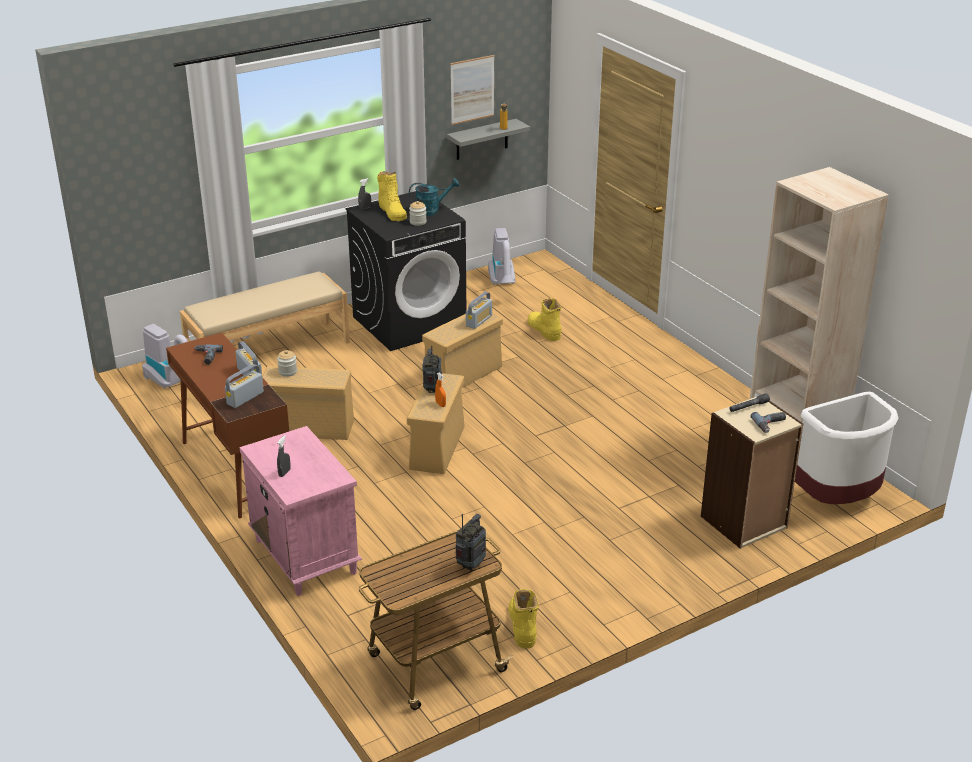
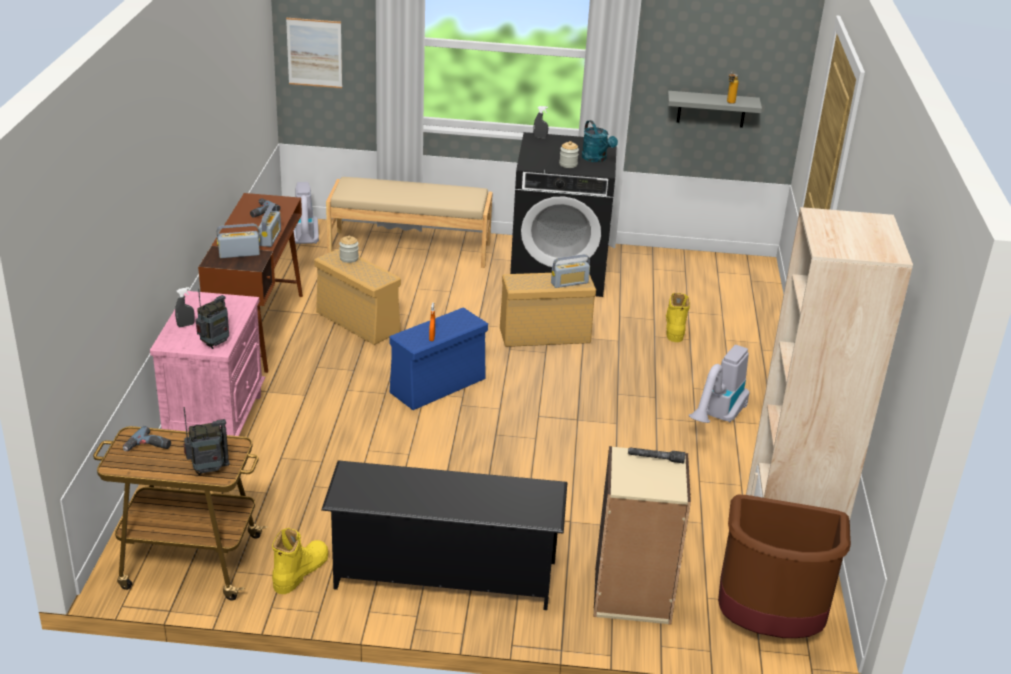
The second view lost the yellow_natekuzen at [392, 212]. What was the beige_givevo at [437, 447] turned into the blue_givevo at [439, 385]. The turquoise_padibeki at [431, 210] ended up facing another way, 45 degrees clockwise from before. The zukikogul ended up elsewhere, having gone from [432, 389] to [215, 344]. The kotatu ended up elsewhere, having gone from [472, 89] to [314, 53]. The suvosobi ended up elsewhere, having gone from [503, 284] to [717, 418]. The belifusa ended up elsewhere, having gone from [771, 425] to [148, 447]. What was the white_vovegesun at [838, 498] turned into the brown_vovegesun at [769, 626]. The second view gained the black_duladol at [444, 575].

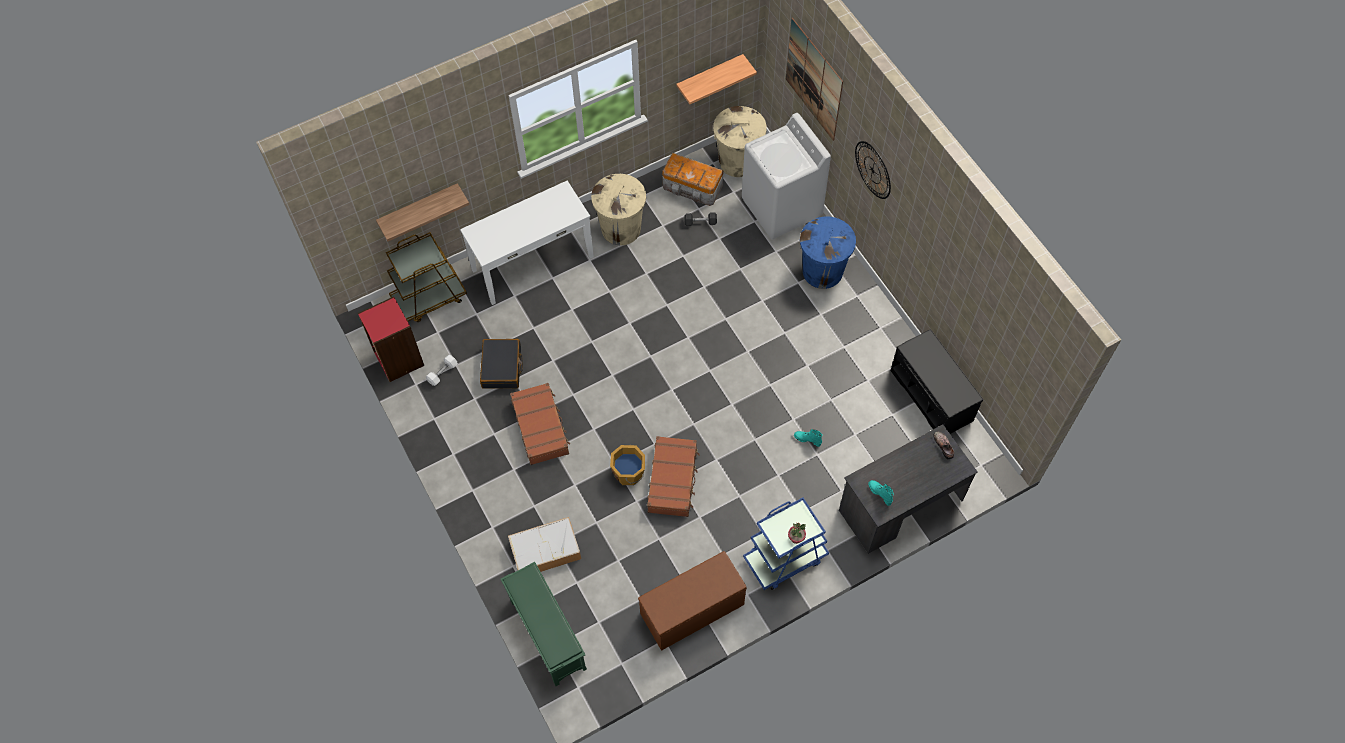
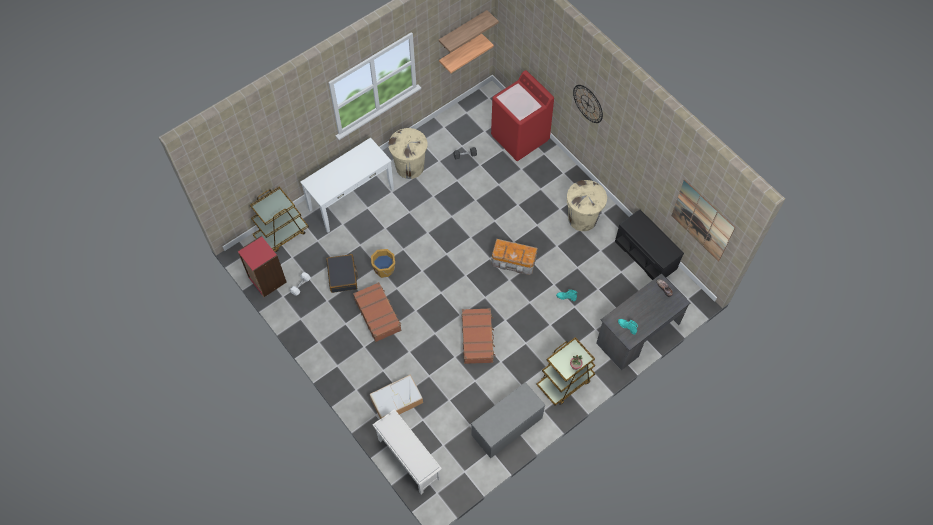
The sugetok ended up elsewhere, having gone from [418, 208] to [463, 30]. What was the green_duladol at [546, 634] turned into the white_duladol at [408, 459]. The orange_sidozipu ended up elsewhere, having gone from [629, 473] to [384, 269]. What was the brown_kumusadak at [692, 610] turned into the grey_kumusadak at [507, 427]. The givevo ended up elsewhere, having gone from [692, 187] to [514, 262]. The beige_vovegesun ended up elsewhere, having gone from [738, 161] to [582, 218]. What was the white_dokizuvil at [781, 208] turned into the red_dokizuvil at [520, 138]. What was the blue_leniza at [785, 558] turned into the brown_leniza at [565, 382]. The kotatu ended up elsewhere, having gone from [814, 79] to [702, 220]. The second view lost the blue_vovegesun at [823, 271].

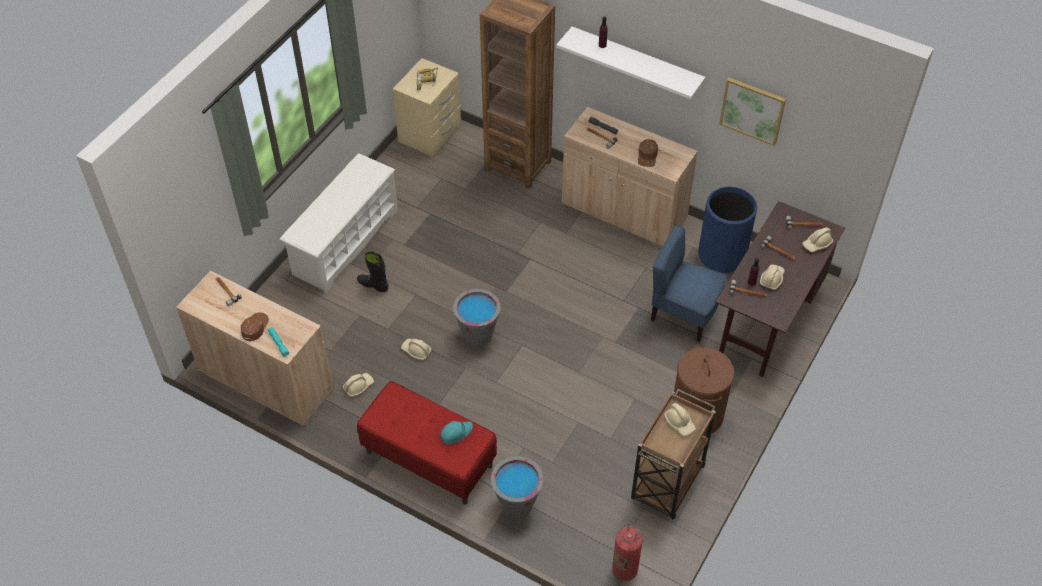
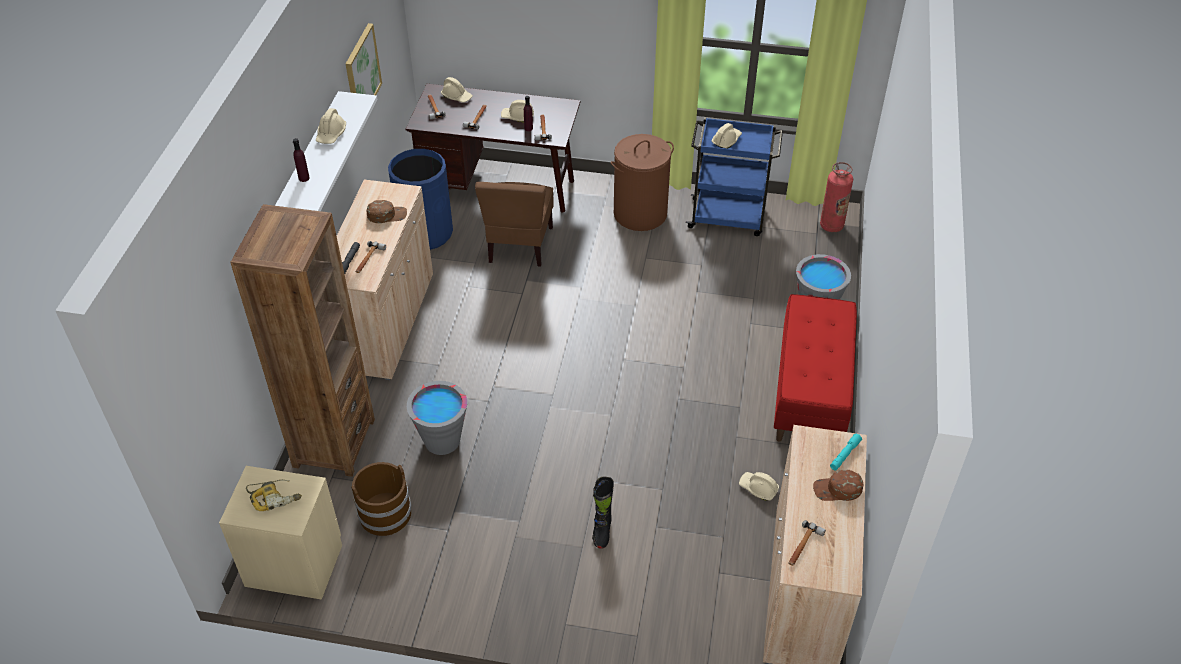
The second view lost the white_duladol at [345, 242]. The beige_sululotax ended up elsewhere, having gone from [416, 351] to [331, 134]. The second view lost the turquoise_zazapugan at [455, 433]. The grey_sidozipu ended up elsewhere, having gone from [478, 335] to [442, 440]. What was the brown_leniza at [667, 484] turned into the blue_leniza at [728, 217]. What was the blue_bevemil at [684, 313] turned into the brown_bevemil at [519, 245]. The second view gained the brown_sidozipu at [385, 513].

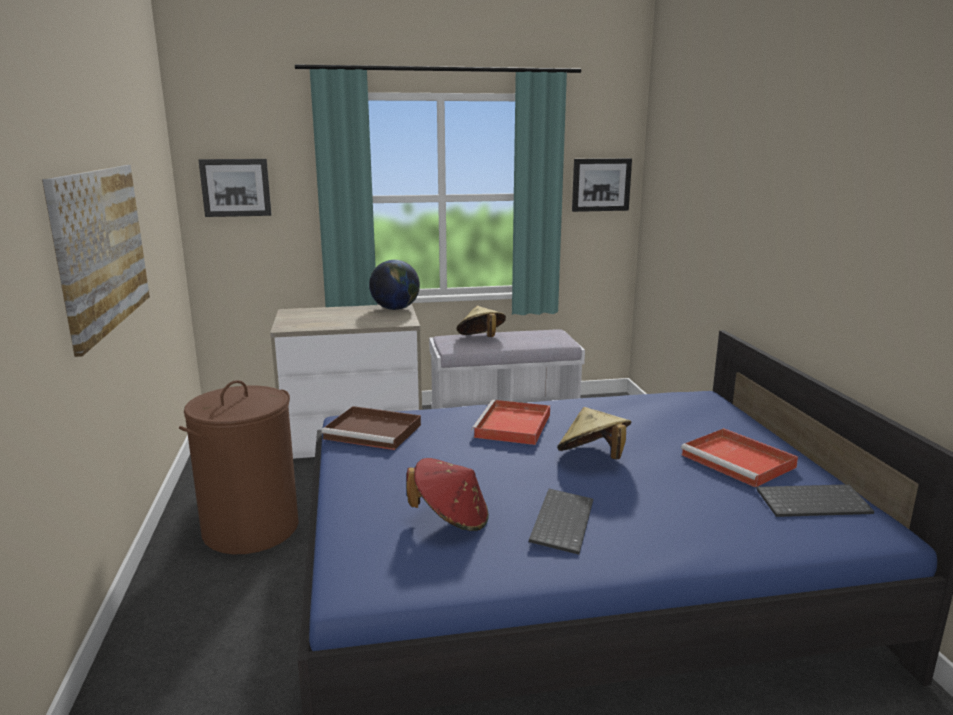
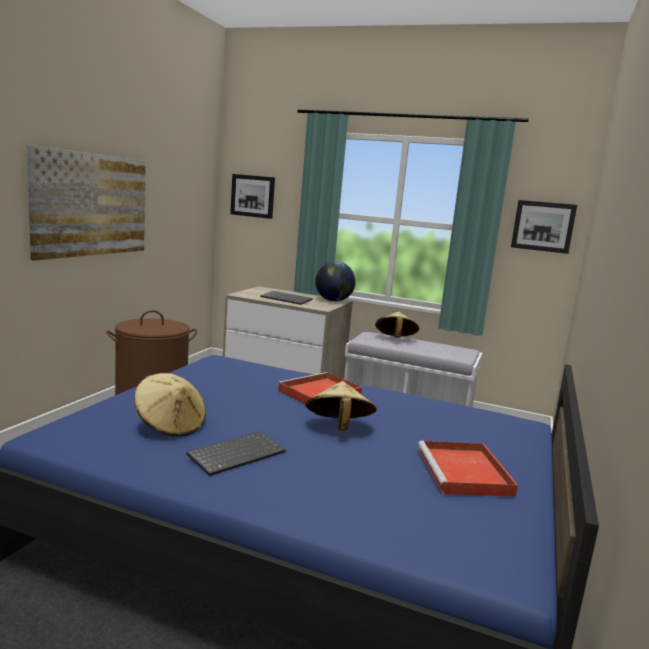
The second view lost the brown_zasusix at [375, 431]. What was the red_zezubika at [451, 519] turned into the beige_zezubika at [170, 426]. The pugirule ended up elsewhere, having gone from [813, 502] to [287, 299].

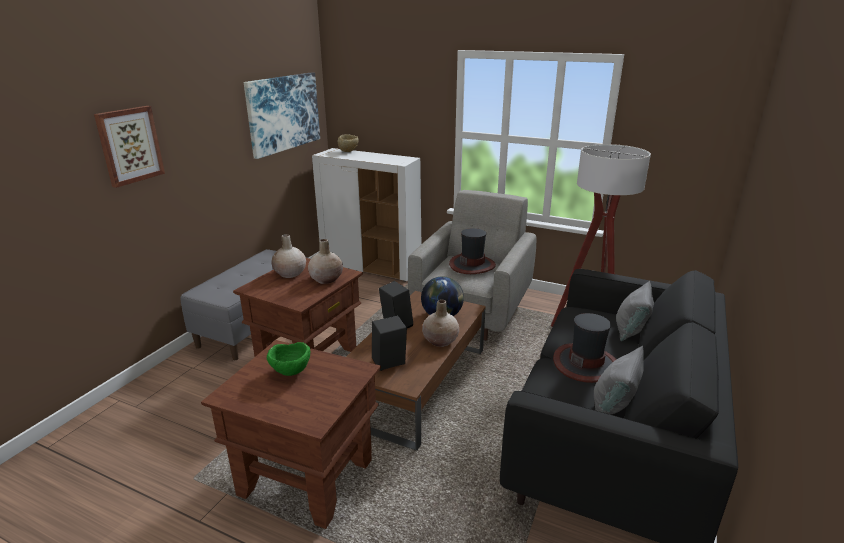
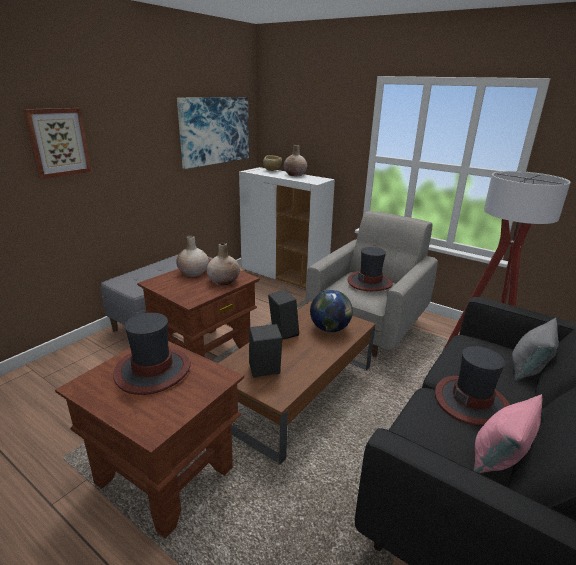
Where the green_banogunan stood at [291, 373], the zezubika came to stand at [152, 371]. The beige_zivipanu ended up elsewhere, having gone from [440, 341] to [295, 175]. What was the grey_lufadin at [614, 405] turned into the pink_lufadin at [499, 458].

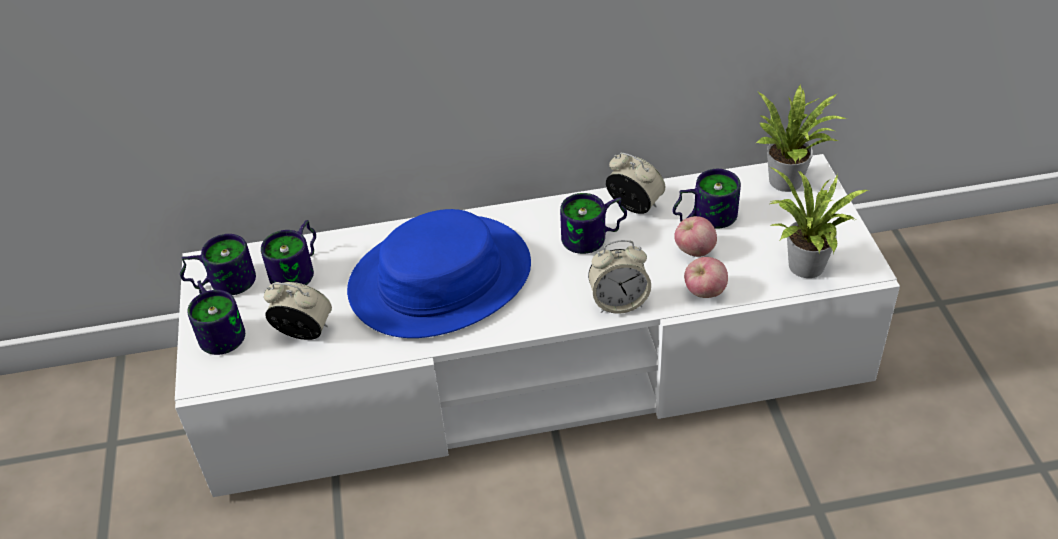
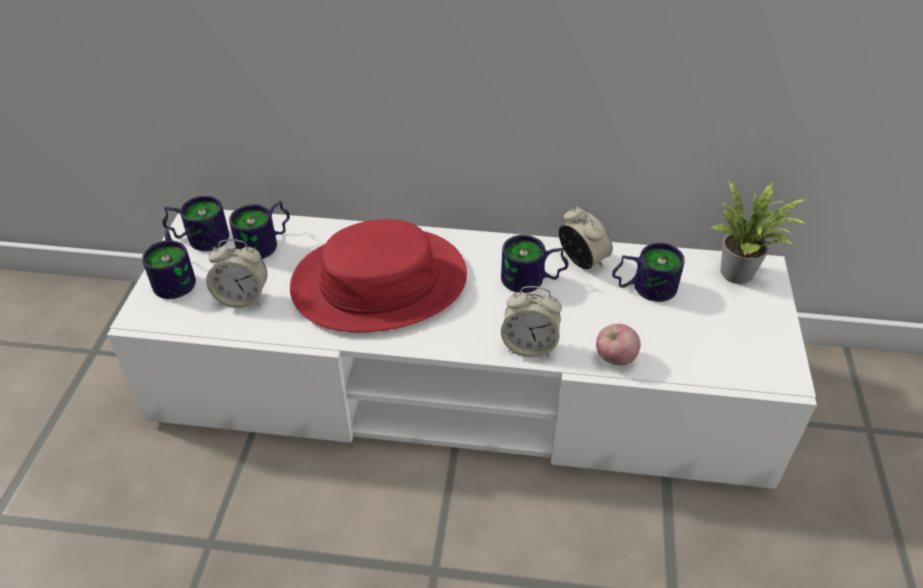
The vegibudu at [304, 332] ended up facing another way, 150 degrees clockwise from before. What was the blue_zezubika at [440, 278] turned into the red_zezubika at [379, 281]. The second view lost the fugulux at [694, 251]. The second view lost the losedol at [804, 269].

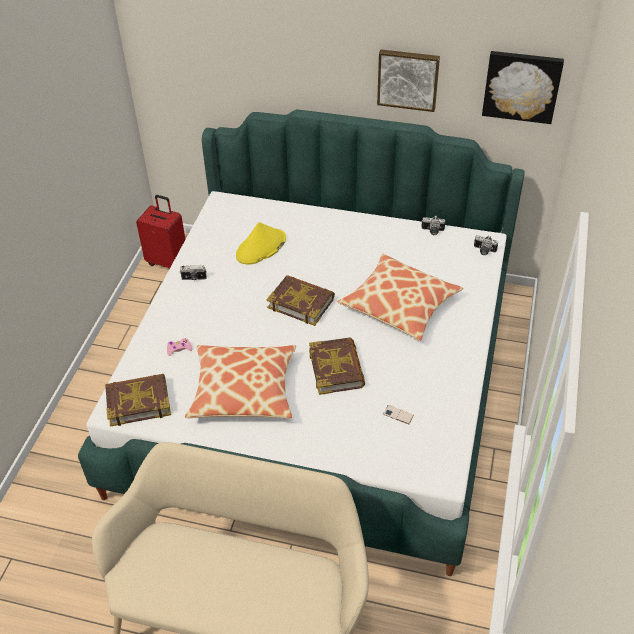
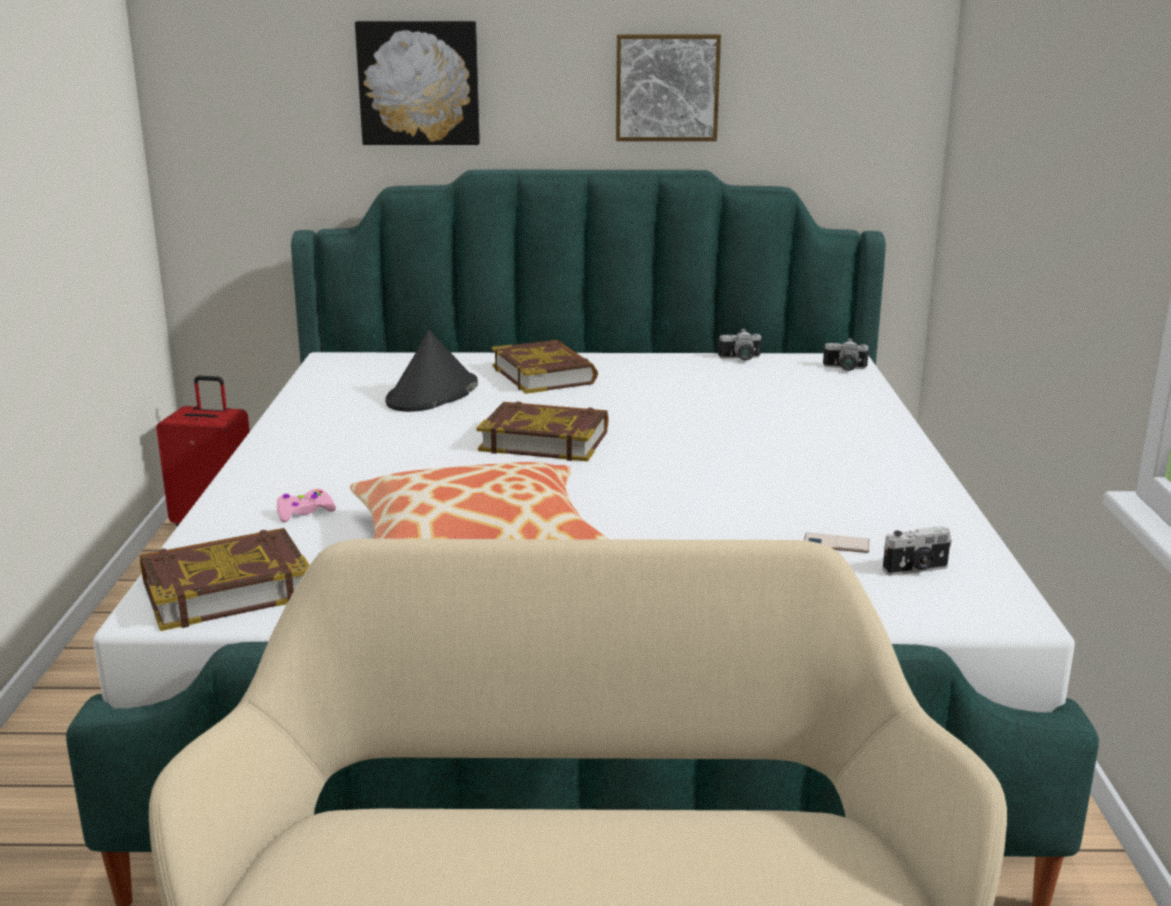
The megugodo ended up elsewhere, having gone from [194, 278] to [916, 570]. What was the yellow_zezubika at [261, 247] turned into the black_zezubika at [432, 394]. The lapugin ended up elsewhere, having gone from [336, 369] to [544, 375]. The second view lost the lufadin at [400, 305]. The kotatu ended up elsewhere, having gone from [522, 86] to [419, 83].

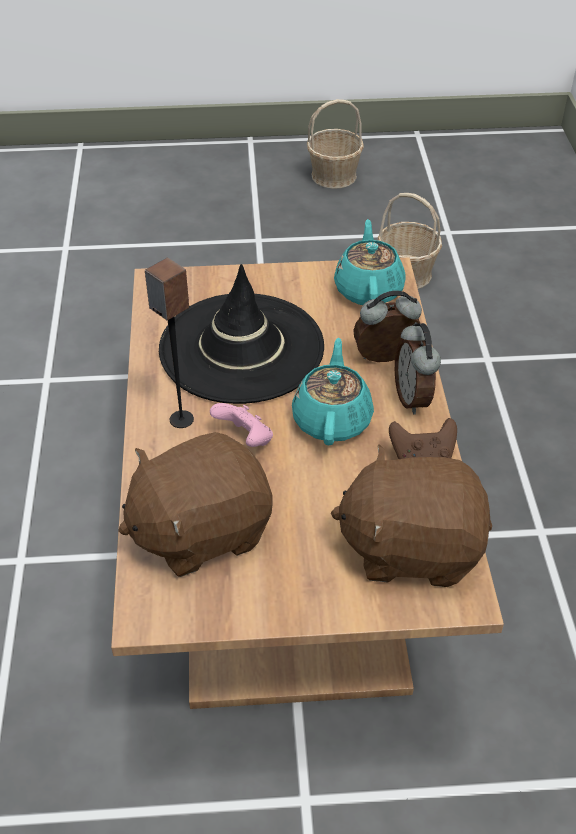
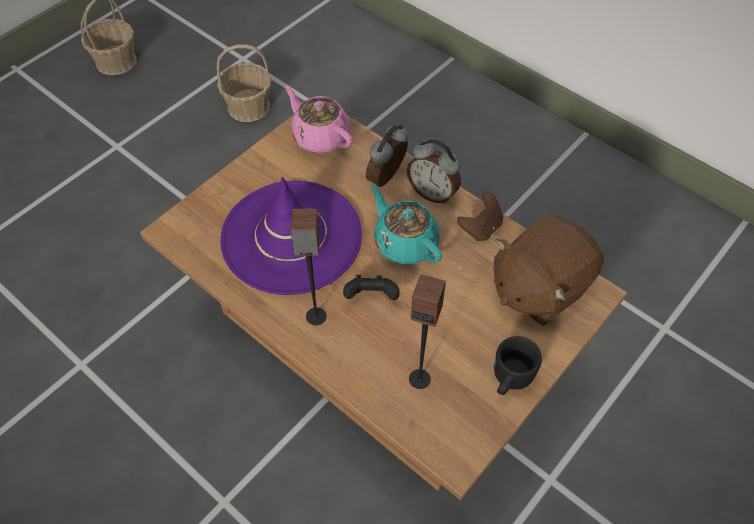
Where the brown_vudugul stood at [200, 531], the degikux came to stand at [420, 378]. What was the black_zezubika at [241, 348] turned into the purple_zezubika at [291, 237]. What was the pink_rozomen at [245, 439] turned into the black_rozomen at [371, 297]. What was the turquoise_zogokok at [368, 289] turned into the pink_zogokok at [320, 136]. The second view gained the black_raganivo at [509, 379].

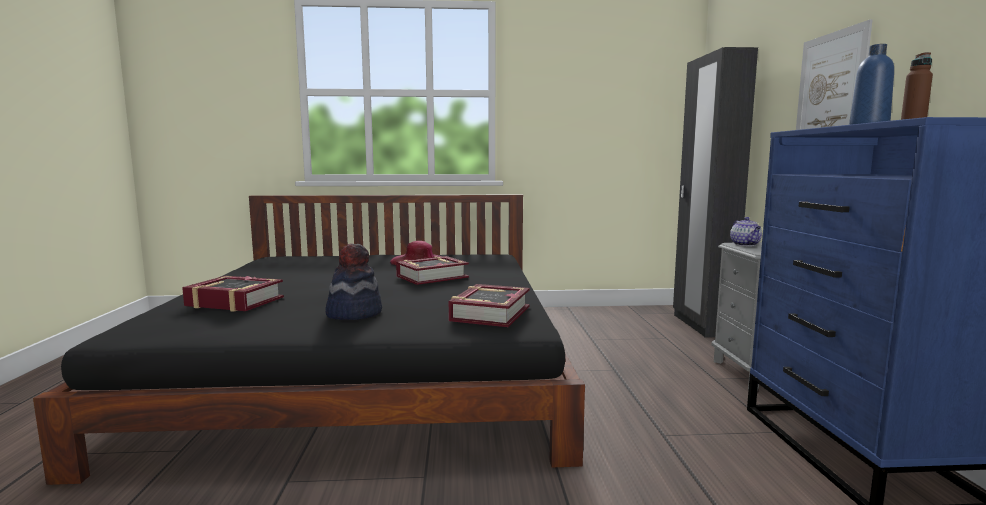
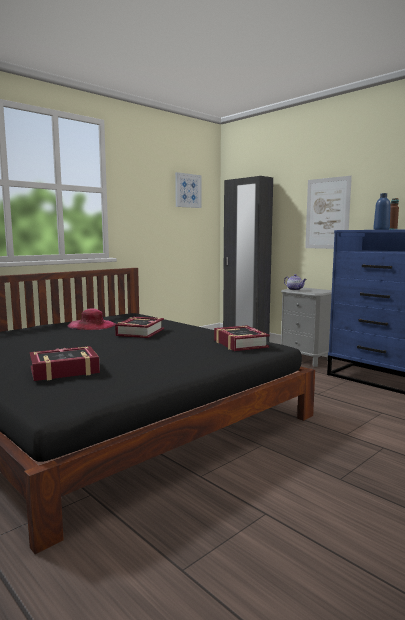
The second view lost the zezubika at [354, 313]. The second view gained the kotatu at [187, 190].

